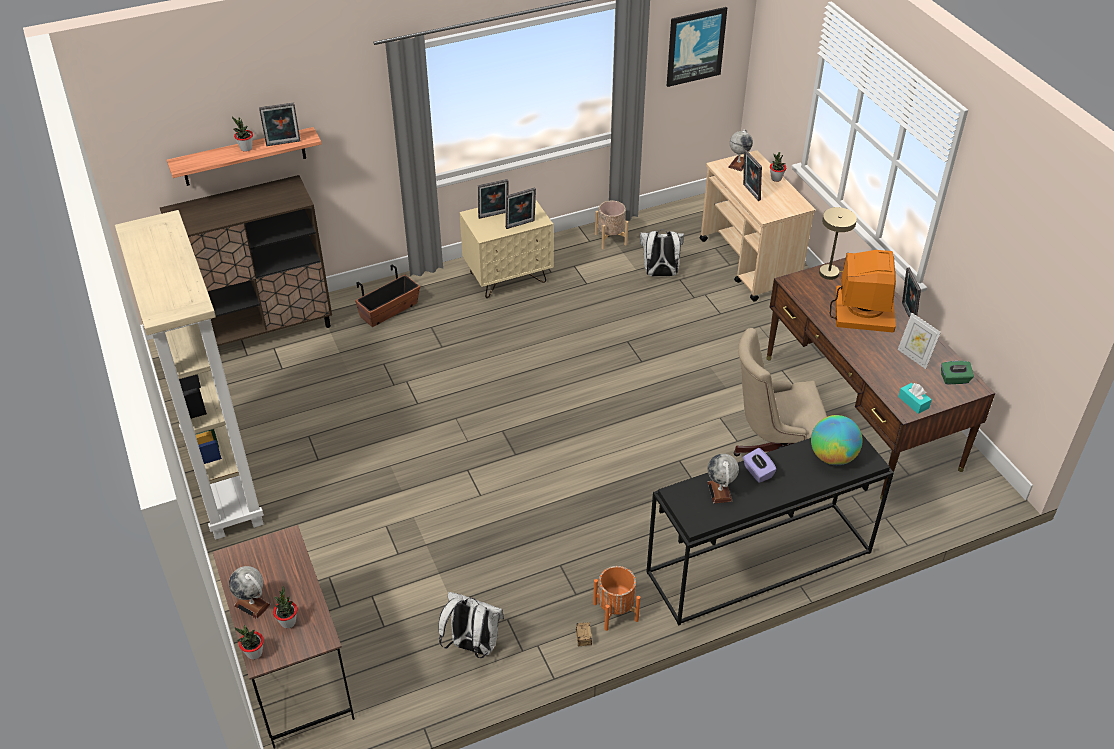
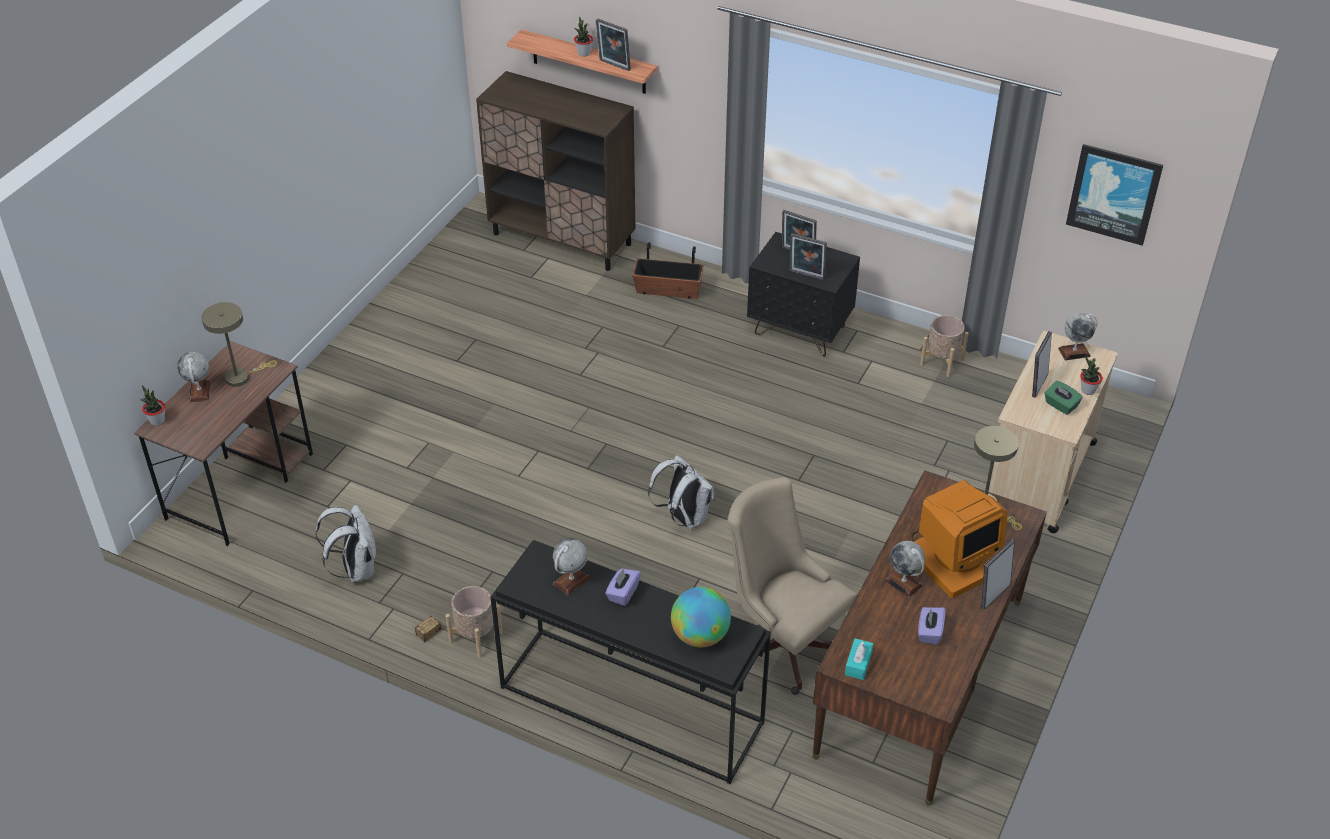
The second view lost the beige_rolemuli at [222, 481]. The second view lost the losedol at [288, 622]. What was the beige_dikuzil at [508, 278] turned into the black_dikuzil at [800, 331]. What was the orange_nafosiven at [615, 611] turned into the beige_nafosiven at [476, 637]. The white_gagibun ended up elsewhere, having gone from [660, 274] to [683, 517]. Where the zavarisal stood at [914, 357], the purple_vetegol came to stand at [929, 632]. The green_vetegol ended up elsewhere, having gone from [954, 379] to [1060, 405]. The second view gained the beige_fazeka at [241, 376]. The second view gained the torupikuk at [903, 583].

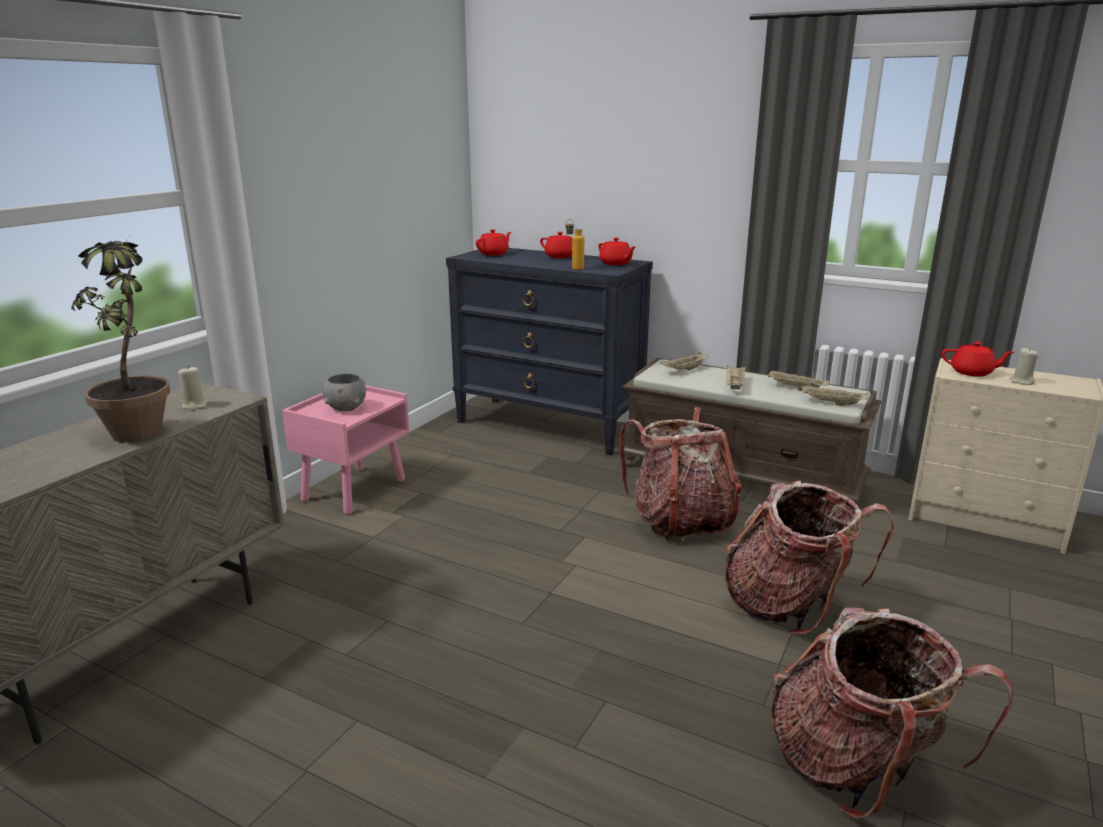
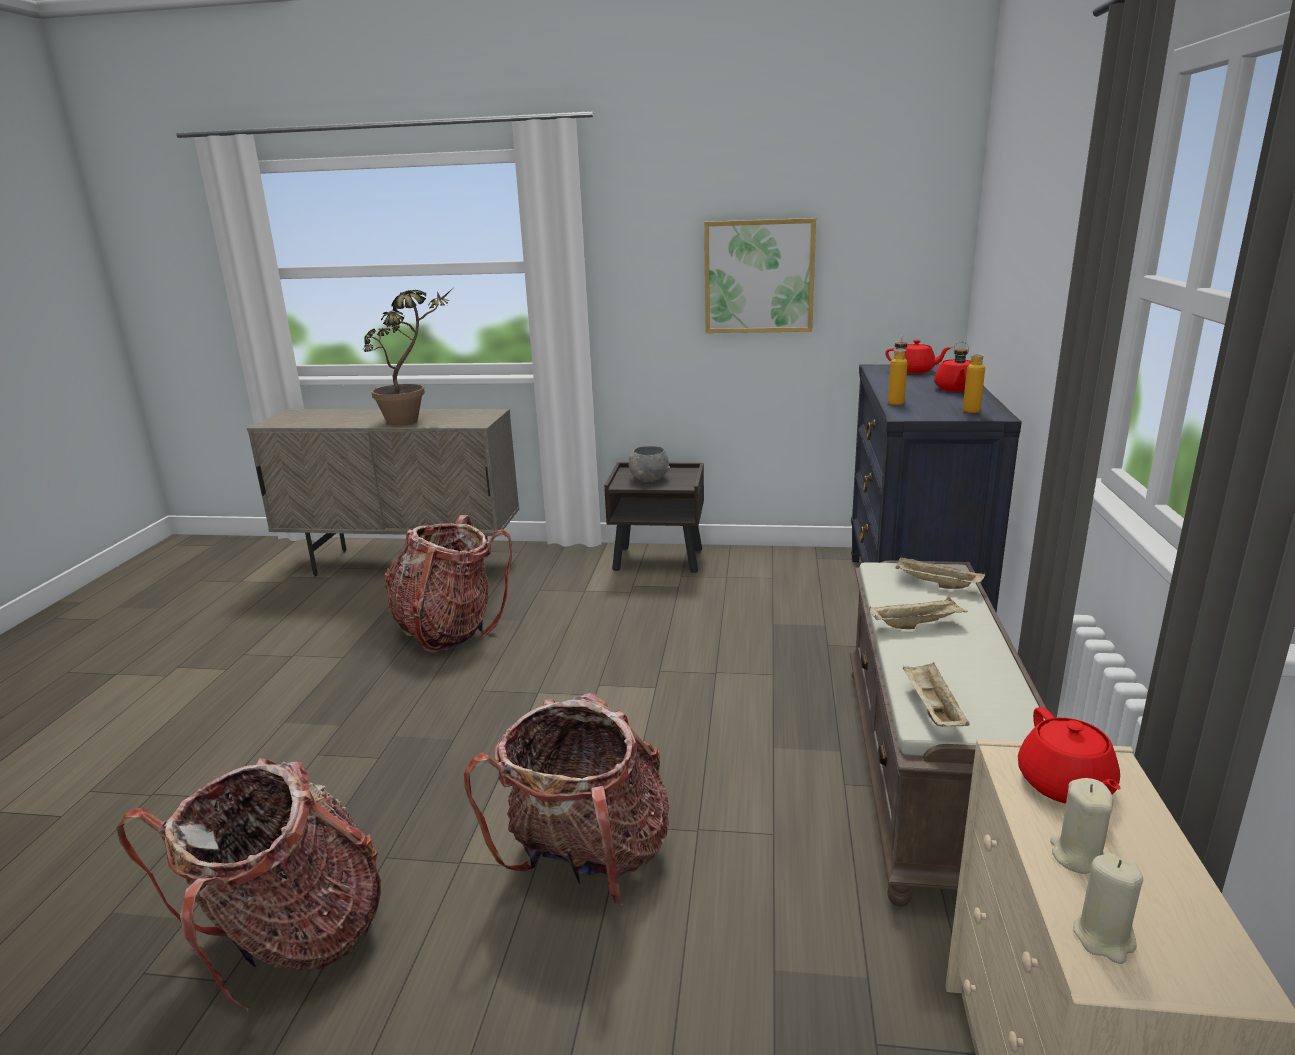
The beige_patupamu ended up elsewhere, having gone from [195, 405] to [1104, 938]. What was the pink_dikuzil at [355, 489] turned into the brown_dikuzil at [659, 559]. Where the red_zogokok stood at [615, 263], the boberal came to stand at [963, 410]. The gagibun ended up elsewhere, having gone from [680, 521] to [449, 630]. The second view lost the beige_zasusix at [795, 388]. The second view gained the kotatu at [759, 276].

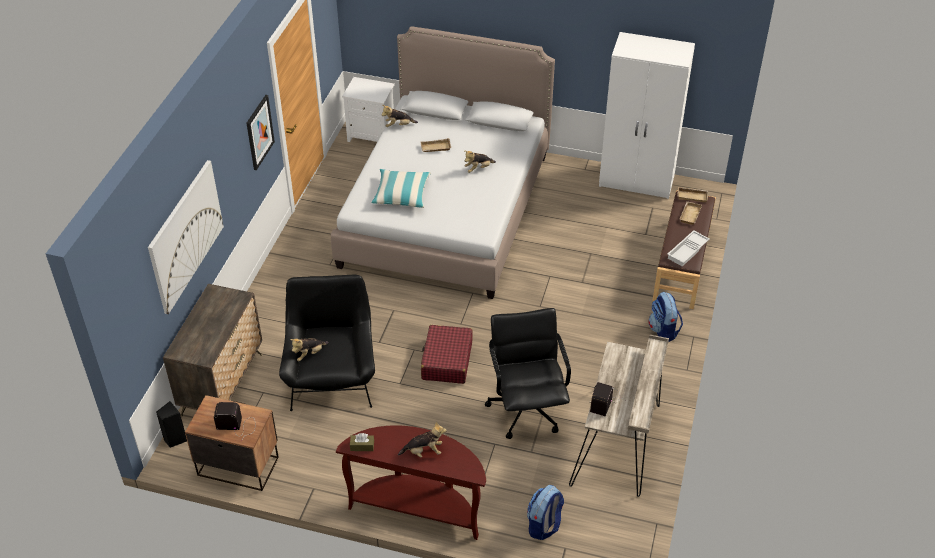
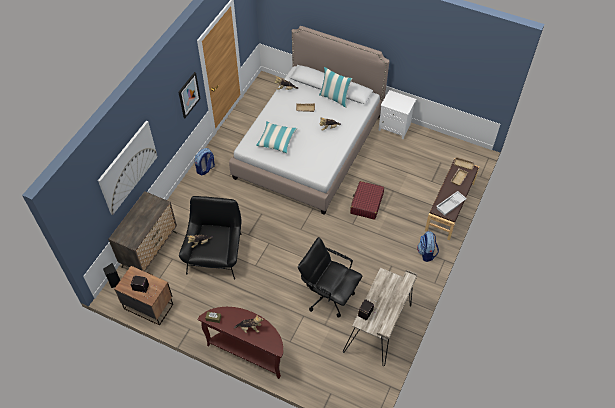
The white_dikuzil ended up elsewhere, having gone from [372, 135] to [395, 127]. The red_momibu ended up elsewhere, having gone from [446, 361] to [366, 204]. The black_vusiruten at [526, 409] ended up facing another way, 60 degrees counterclockwise from before. The gagibun ended up elsewhere, having gone from [544, 526] to [205, 169]. The second view lost the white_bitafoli at [637, 181]. The second view gained the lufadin at [334, 98].

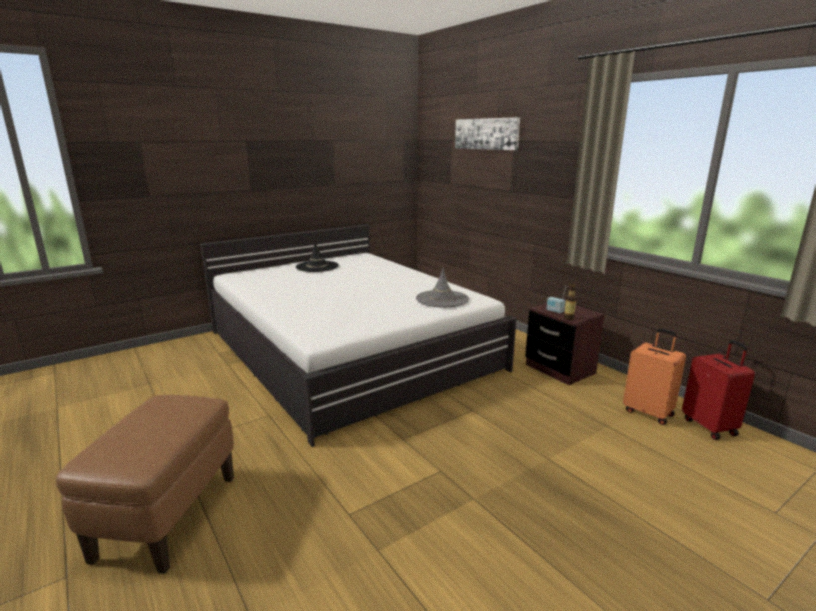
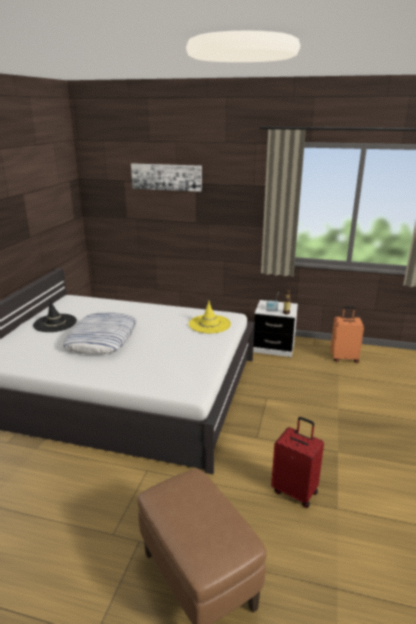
What was the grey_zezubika at [442, 299] turned into the yellow_zezubika at [209, 324]. What was the brown_dikuzil at [559, 369] turned into the white_dikuzil at [274, 347]. The red_momibu ended up elsewhere, having gone from [710, 426] to [295, 491]. The second view gained the lufadin at [102, 338].

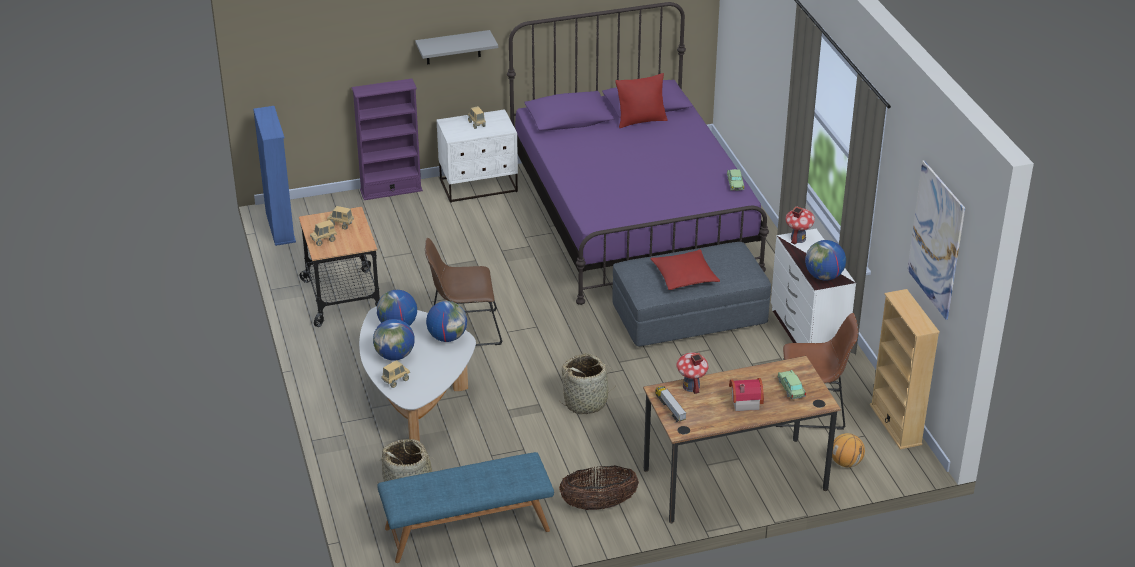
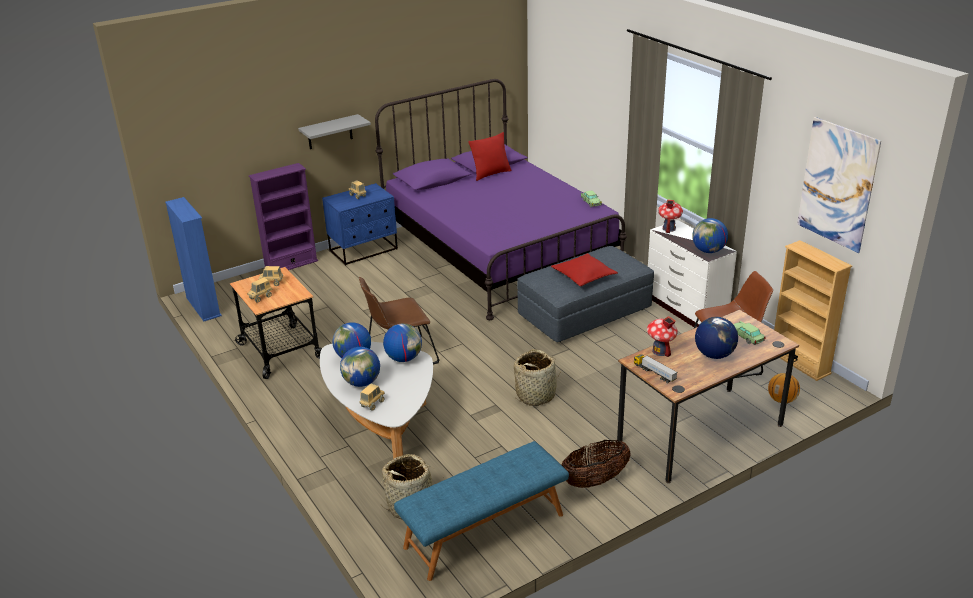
What was the white_dikuzil at [479, 186] turned into the blue_dikuzil at [364, 250]. Where the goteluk stood at [744, 401], the torupikuk came to stand at [714, 355].

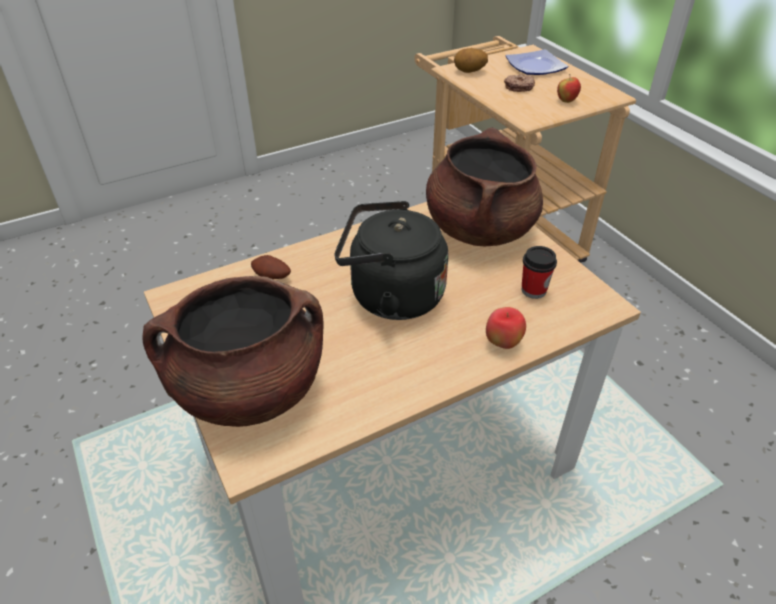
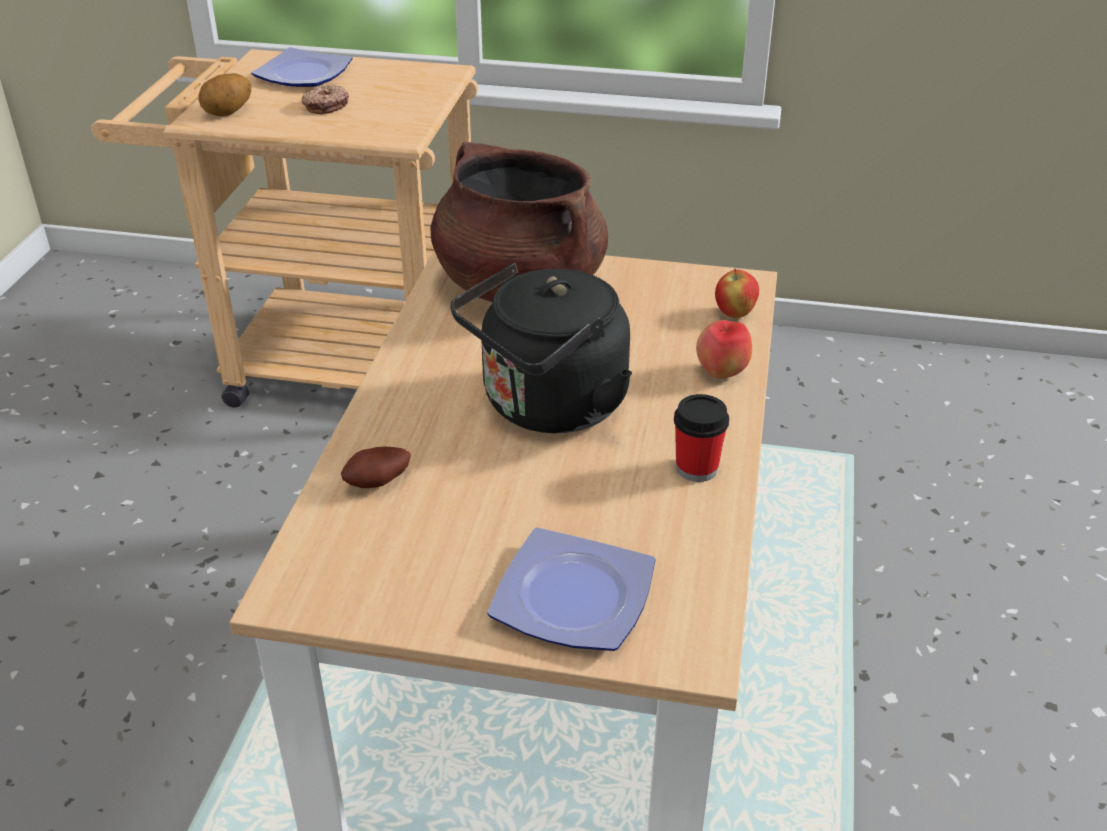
Where the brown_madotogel stood at [249, 390], the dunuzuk came to stand at [574, 600]. The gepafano ended up elsewhere, having gone from [533, 290] to [696, 468]. The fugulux ended up elsewhere, having gone from [566, 101] to [734, 314].

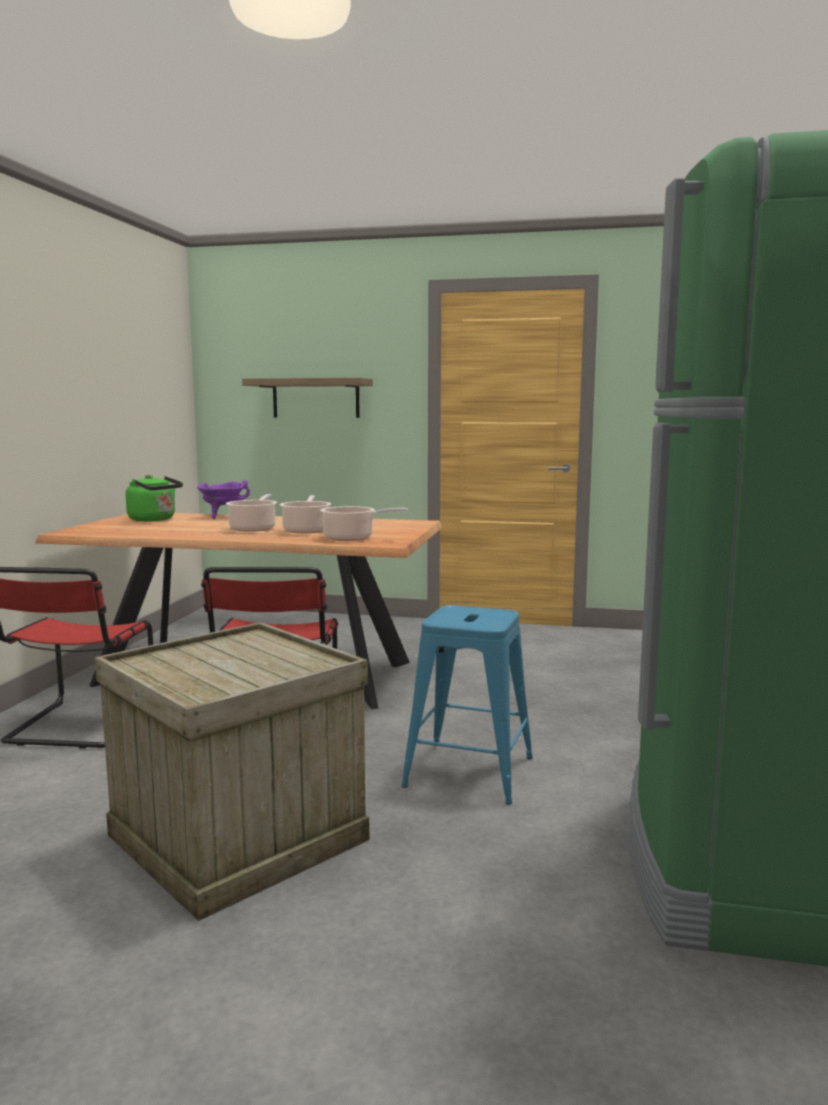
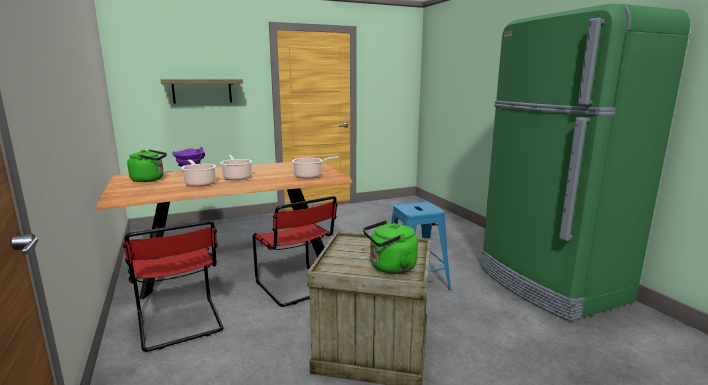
The madotogel ended up elsewhere, having gone from [306, 530] to [199, 183]. The second view gained the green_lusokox at [390, 267].

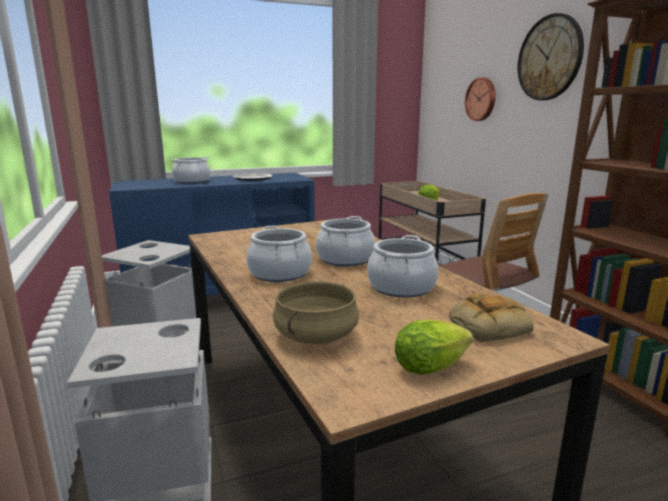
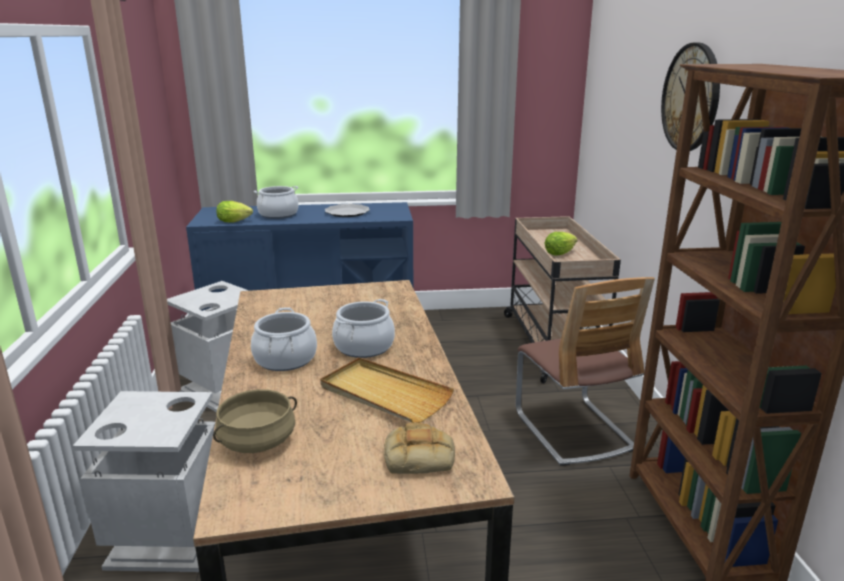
Where the madotogel stood at [401, 287], the beige_zasusix came to stand at [384, 394]. The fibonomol ended up elsewhere, having gone from [434, 366] to [236, 221]. The second view lost the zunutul at [481, 99].

